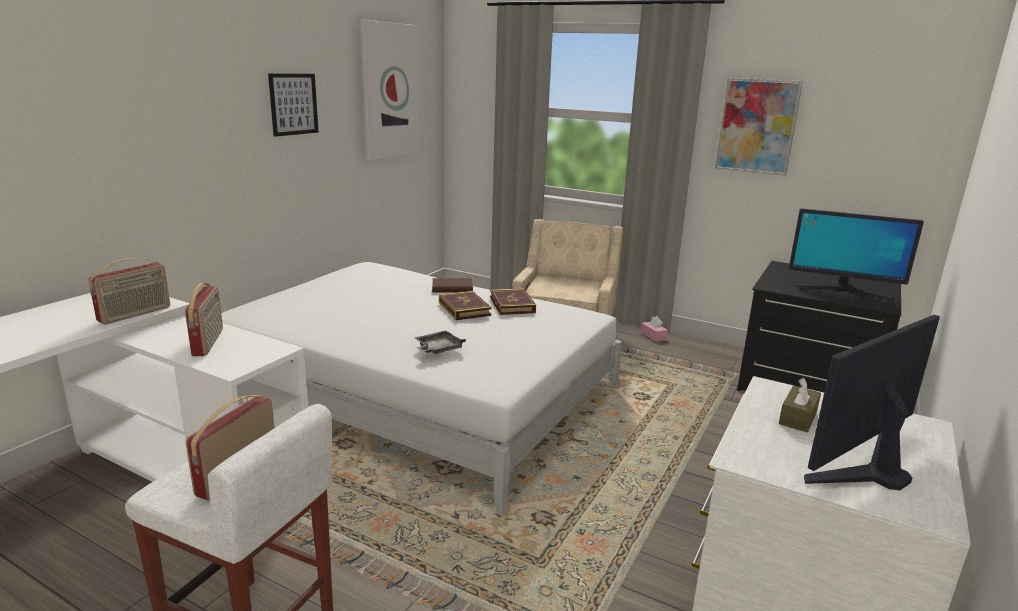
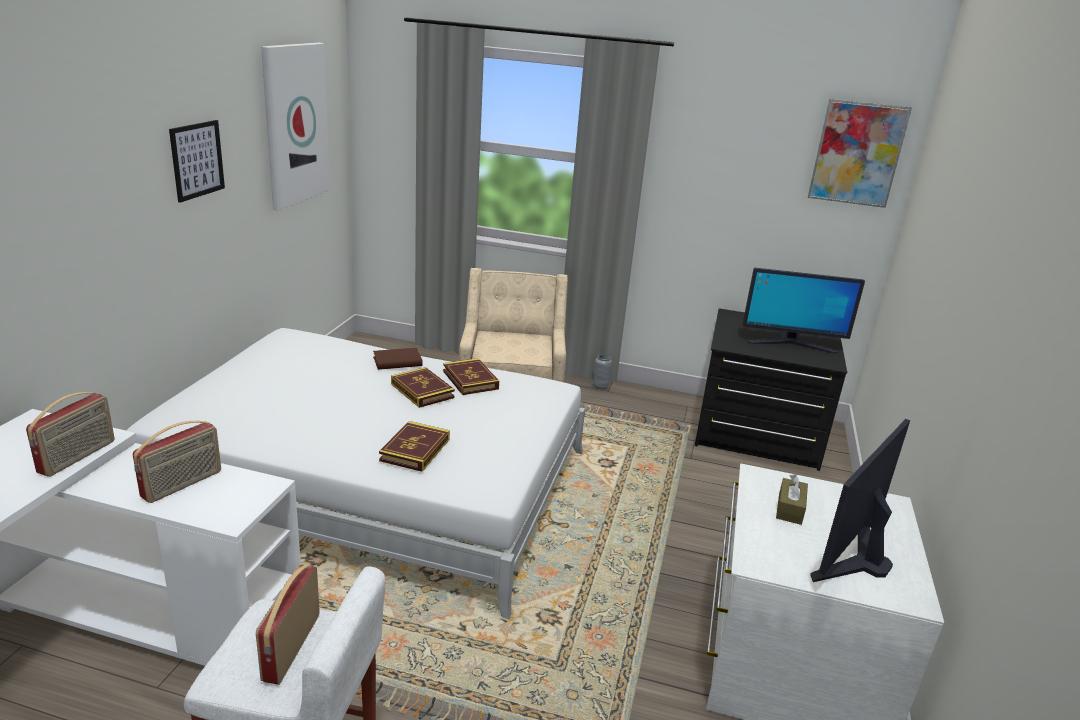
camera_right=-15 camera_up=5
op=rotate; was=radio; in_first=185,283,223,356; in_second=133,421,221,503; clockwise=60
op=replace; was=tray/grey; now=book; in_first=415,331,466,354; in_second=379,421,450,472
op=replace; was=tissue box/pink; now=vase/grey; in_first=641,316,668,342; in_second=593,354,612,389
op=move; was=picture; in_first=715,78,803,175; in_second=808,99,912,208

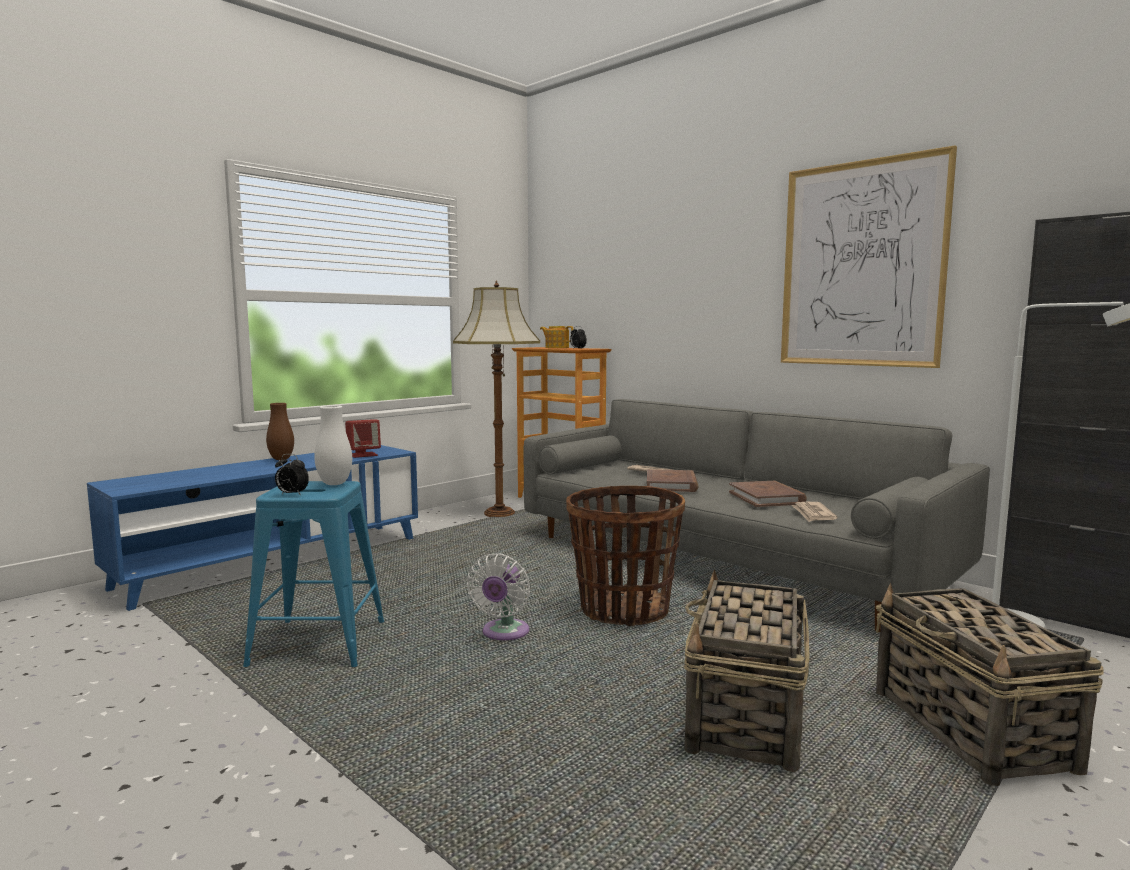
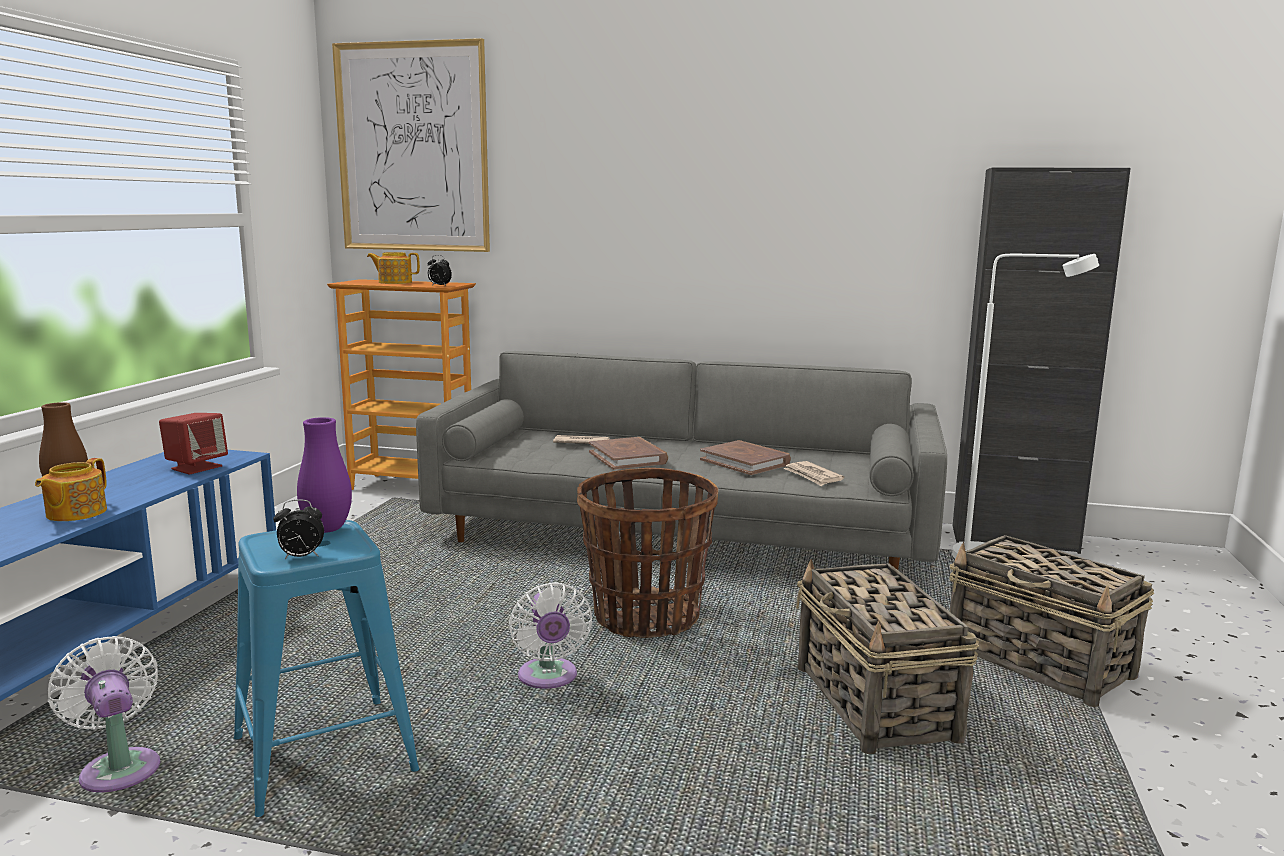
camera_right=-30 camera_up=5
op=insert; now=teapot; in_second=35,458,107,521
op=insert; now=fan/white; in_second=48,636,160,792
op=recolor; was=vase/white; now=vase/purple; in_first=314,405,352,485; in_second=297,417,352,533
op=move; was=picture; in_first=781,146,957,368; in_second=332,38,490,252
op=delete; was=floor lamp; in_first=453,280,540,517

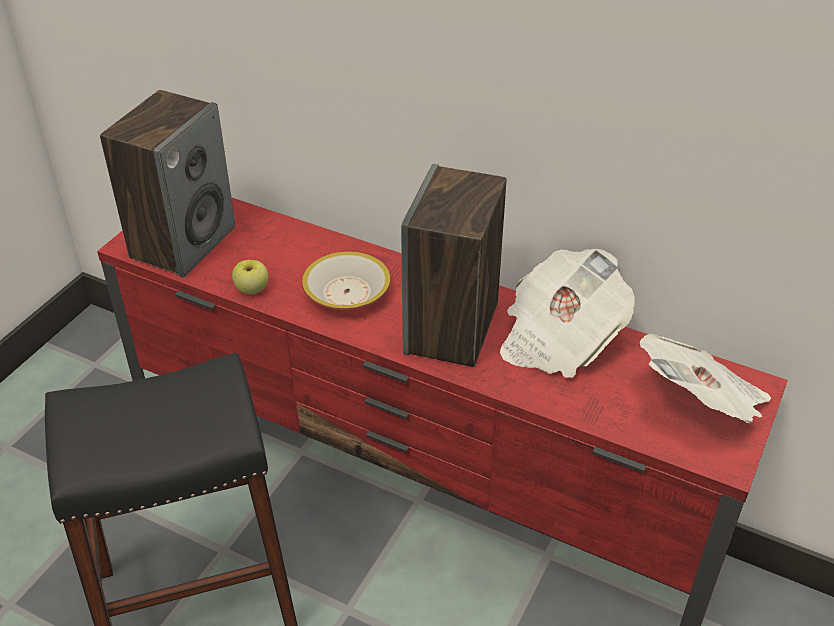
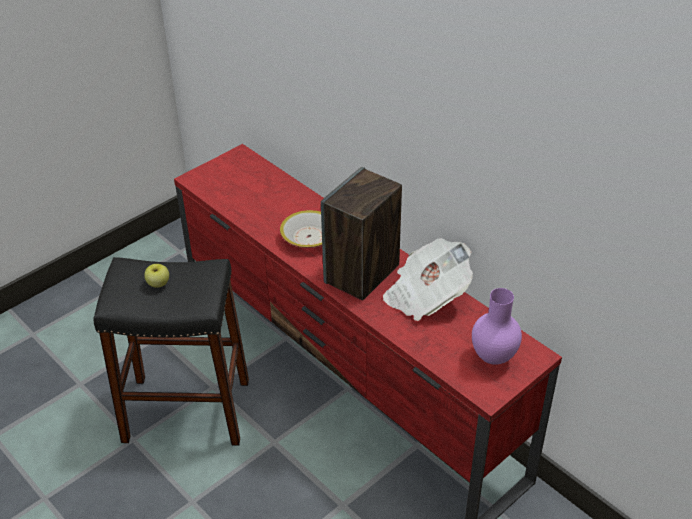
camera_right=20 camera_up=0
op=move; was=apple; in_first=232,260,268,294; in_second=144,264,169,288
op=replace; was=newspaper; now=vase/purple; in_first=640,334,771,423; in_second=472,288,522,365
op=delete; was=speaker; in_first=100,90,235,277

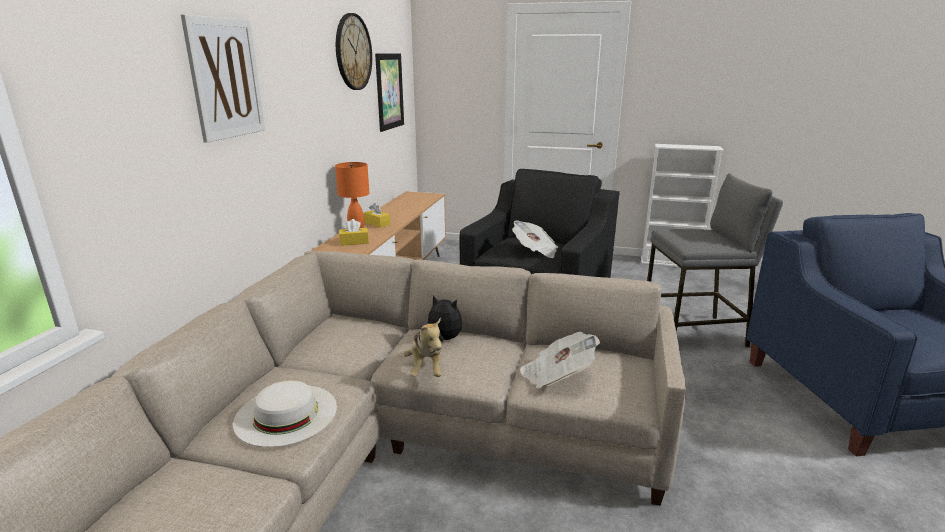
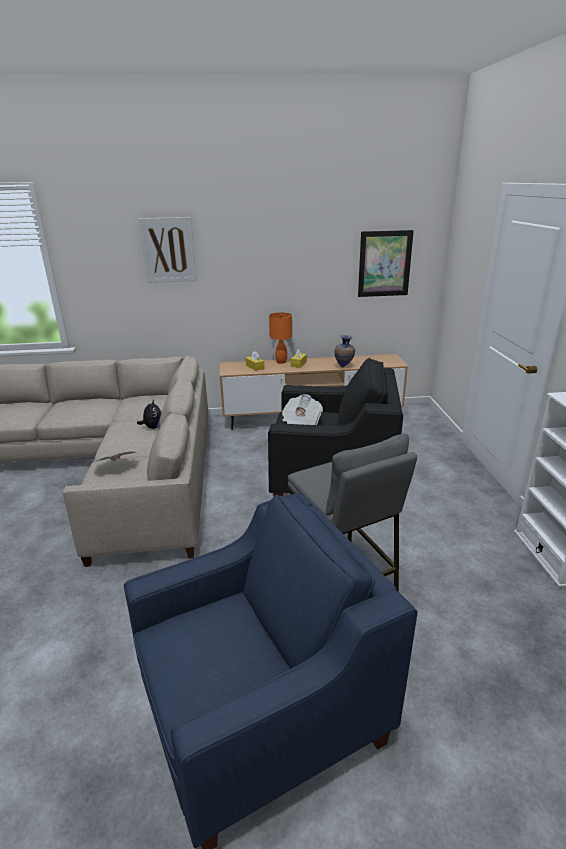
camera_right=70 camera_up=5
op=insert; now=vase; in_second=335,335,355,367
op=delete; was=hat/white; in_first=233,380,337,447
op=delete; was=wall clock; in_first=336,13,372,90
op=delete; was=plush toy; in_first=403,318,442,377

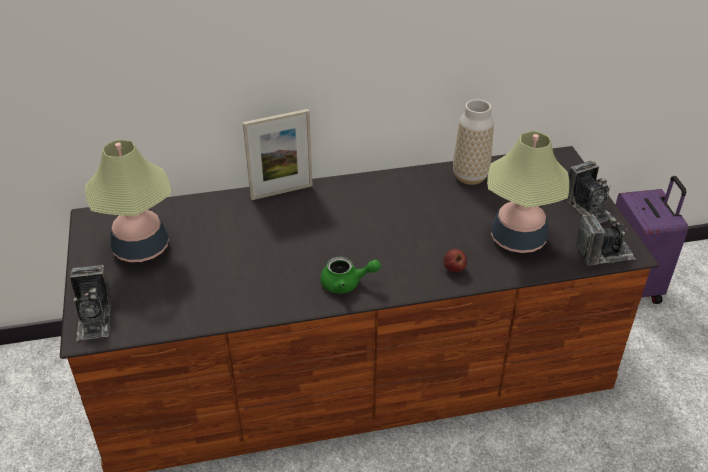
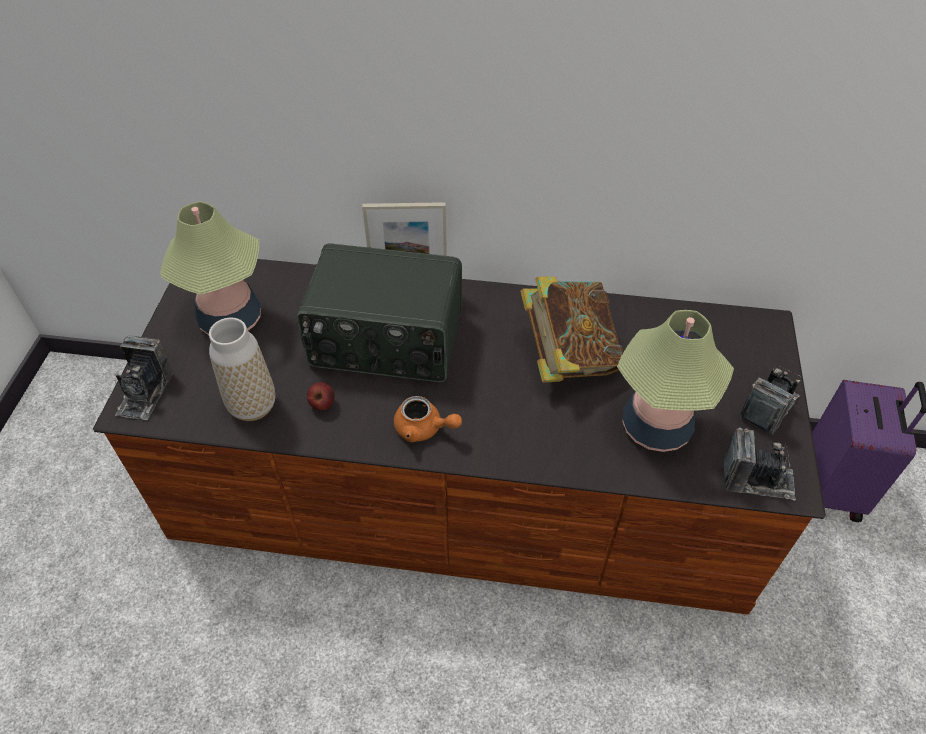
camera_right=20 camera_up=10
op=move; was=vase; in_first=453,99,494,185; in_second=209,318,275,421
op=insert; now=radio; in_second=296,244,462,382
op=move; was=apple; in_first=444,249,467,272; in_second=307,382,335,410
op=recolor; was=teapot/green; now=teapot/orange; in_first=320,257,381,294; in_second=394,396,462,442
op=insert; now=book; in_second=520,276,623,383
op=rotate; was=photo camera; in_first=564,161,615,223; in_second=740,366,802,435; clockwise=-135

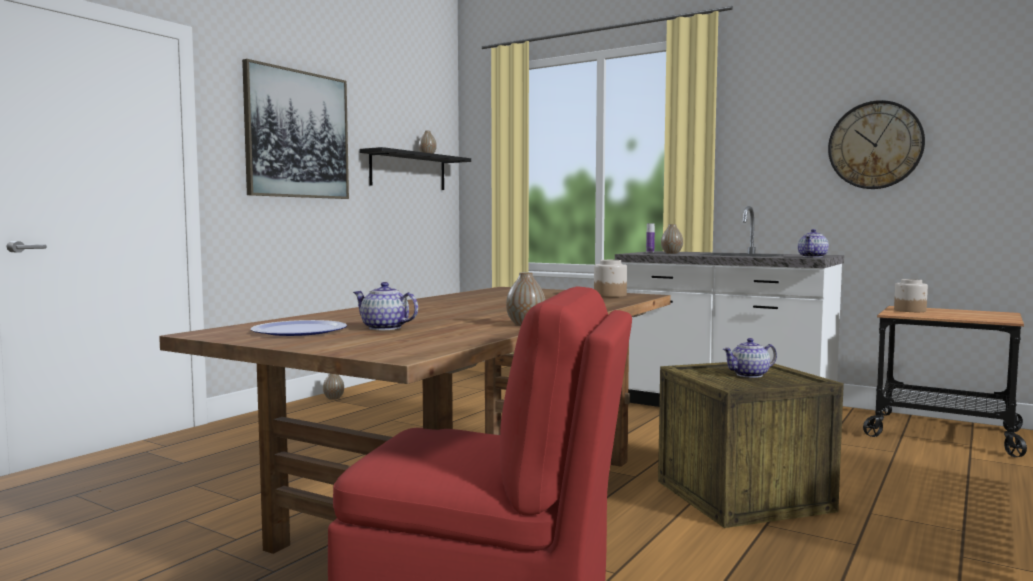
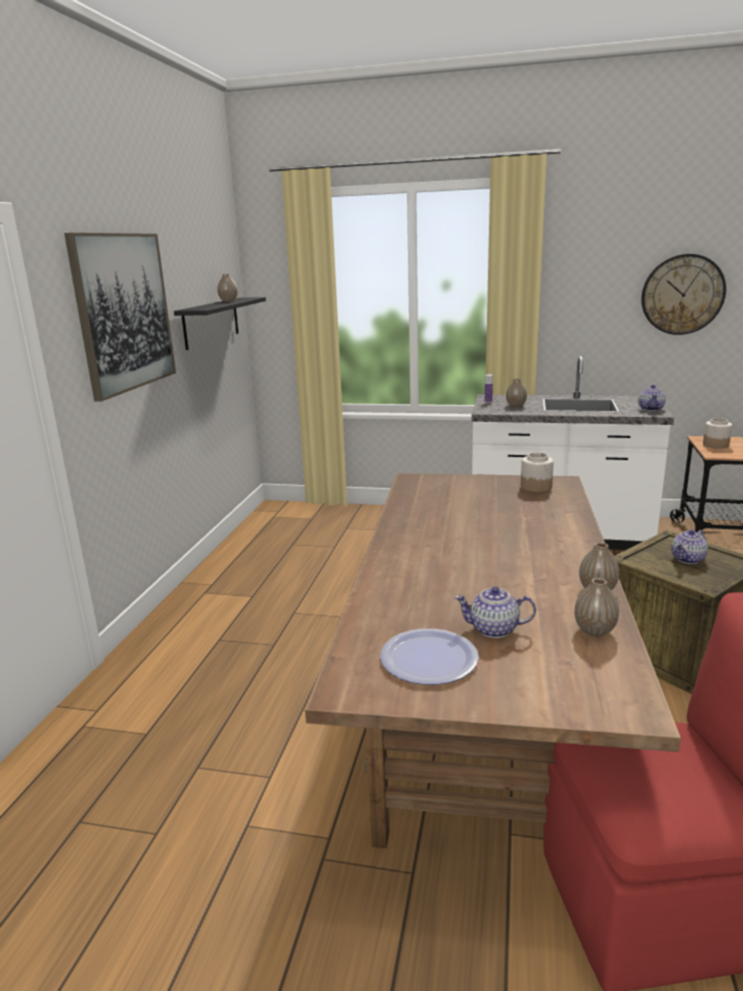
camera_right=-20 camera_up=15
op=move; was=vase; in_first=323,373,344,400; in_second=574,578,619,637

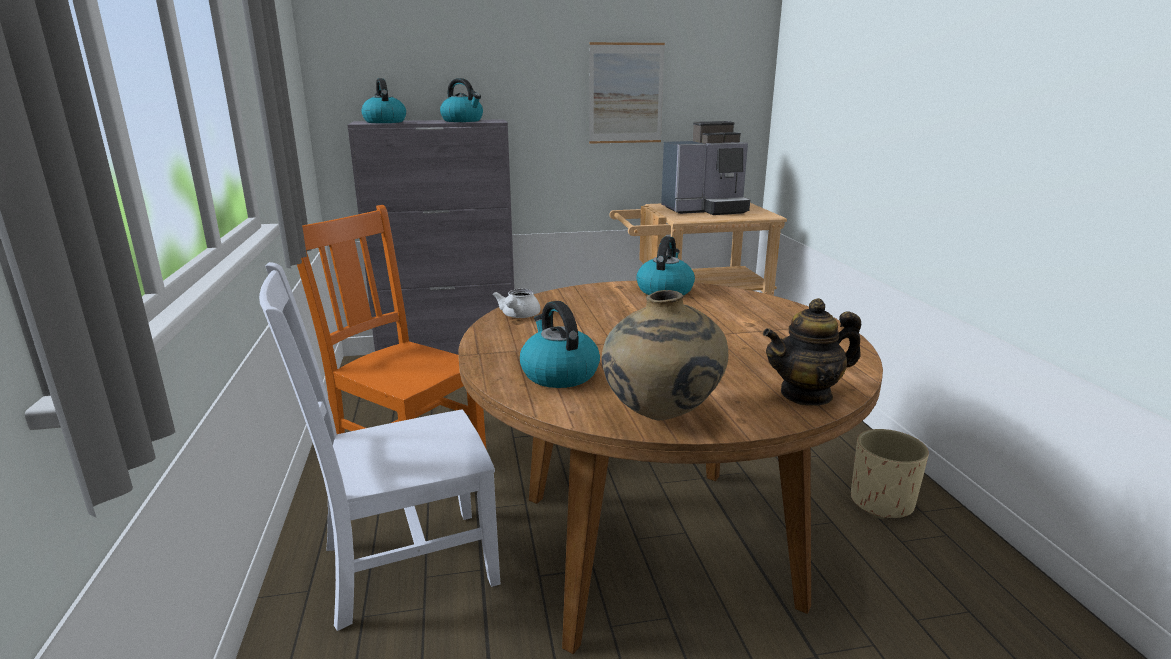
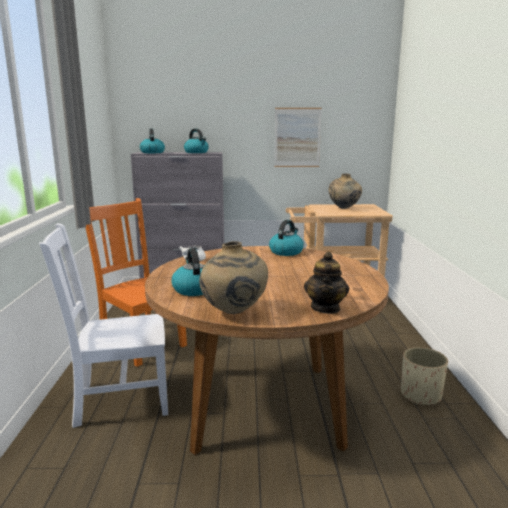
camera_right=10 camera_up=-5
op=rotate; was=teapot; in_first=763,298,861,406; in_second=304,252,349,314; clockwise=-75
op=replace; was=coffee machine; now=vase/beige; in_first=661,121,750,215; in_second=329,174,362,209

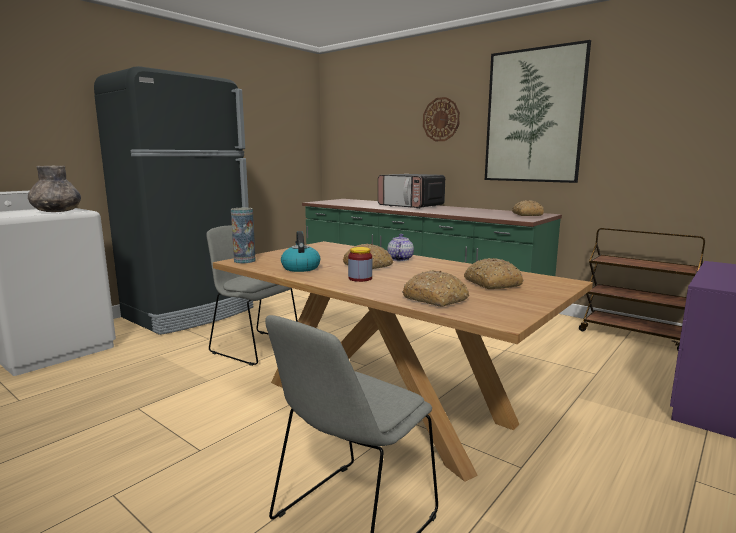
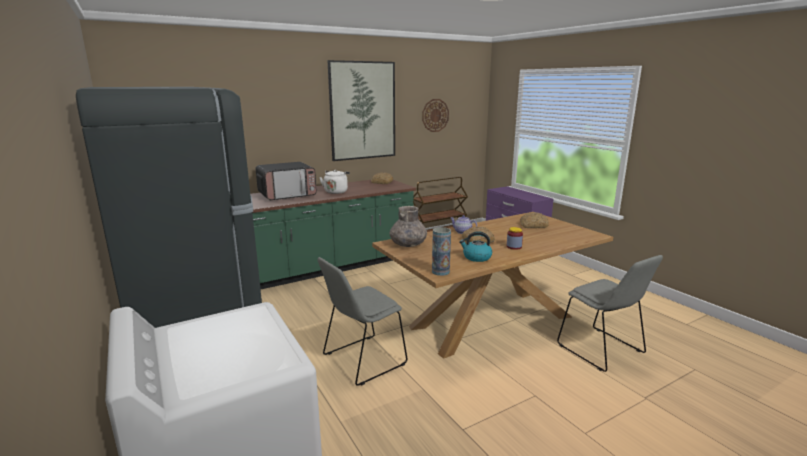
camera_right=-70 camera_up=5
op=insert; now=kettle/white; in_second=319,170,350,194
op=move; was=vase/grey; in_first=28,166,81,212; in_second=389,206,427,247
op=move; was=wall clock; in_first=423,97,460,141; in_second=422,99,449,132
op=delete; was=bread; in_first=402,270,469,307

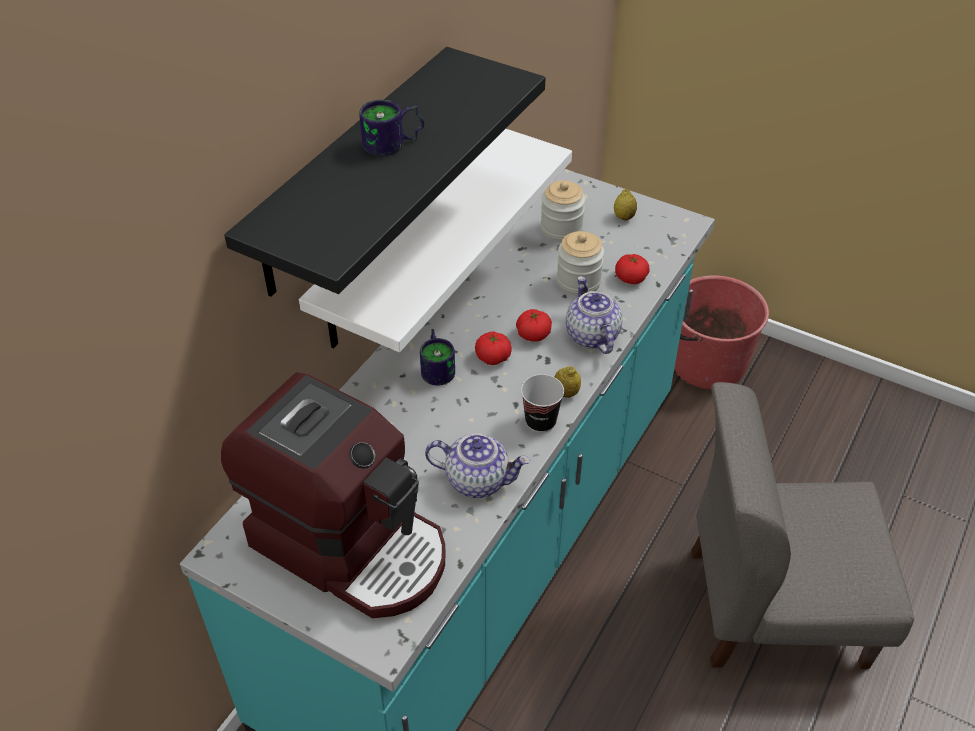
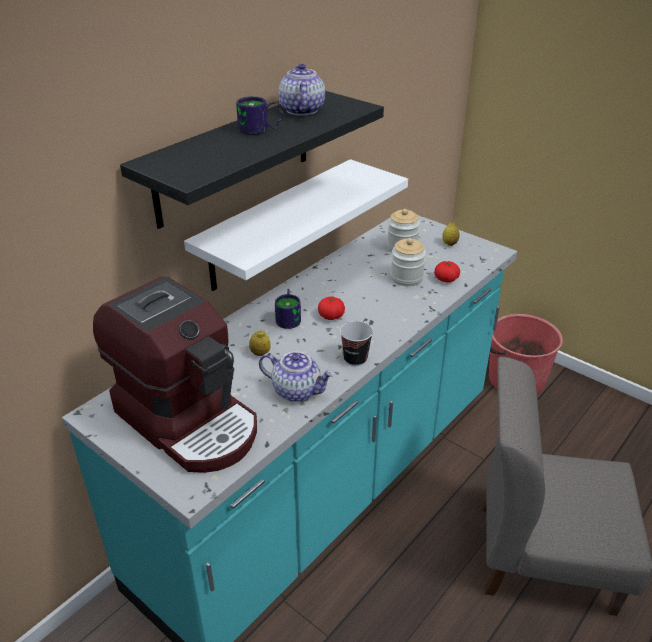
camera_right=10 camera_up=-10
op=move; was=lemon; in_first=555,366,581,398; in_second=249,330,271,356
op=move; was=teapot; in_first=566,276,623,354; in_second=278,64,325,116
op=delete; was=tomato; in_first=516,309,552,342

